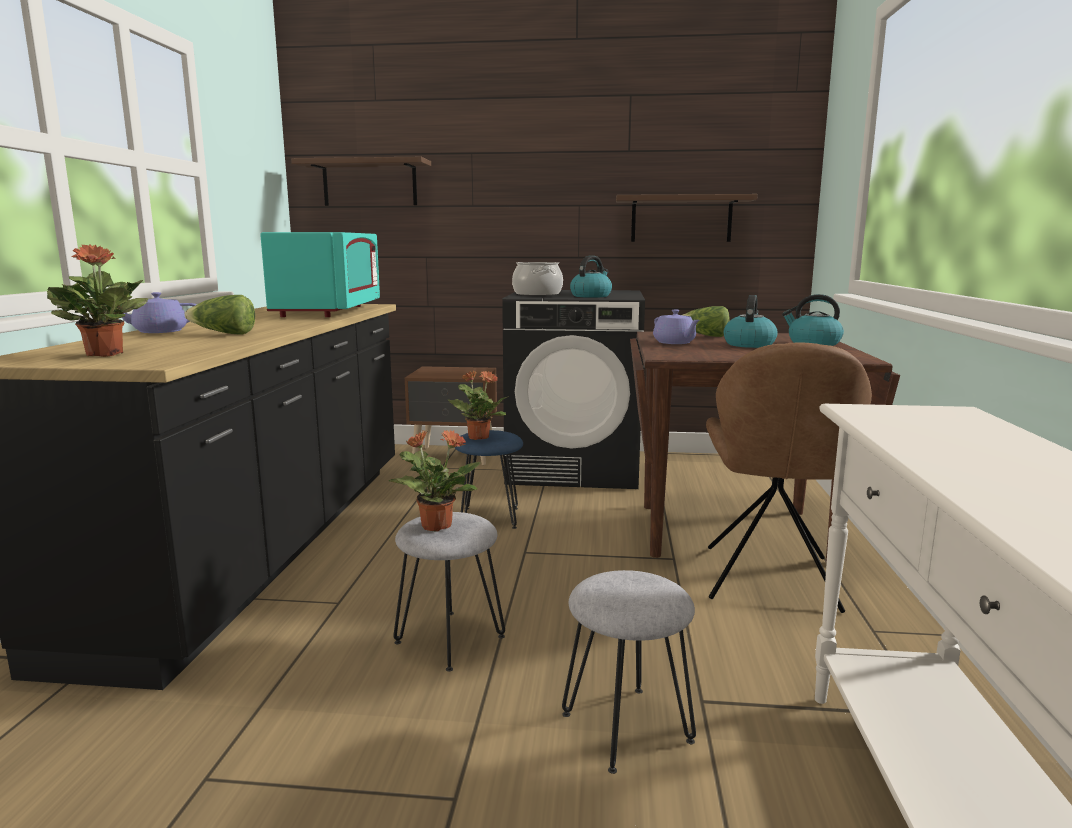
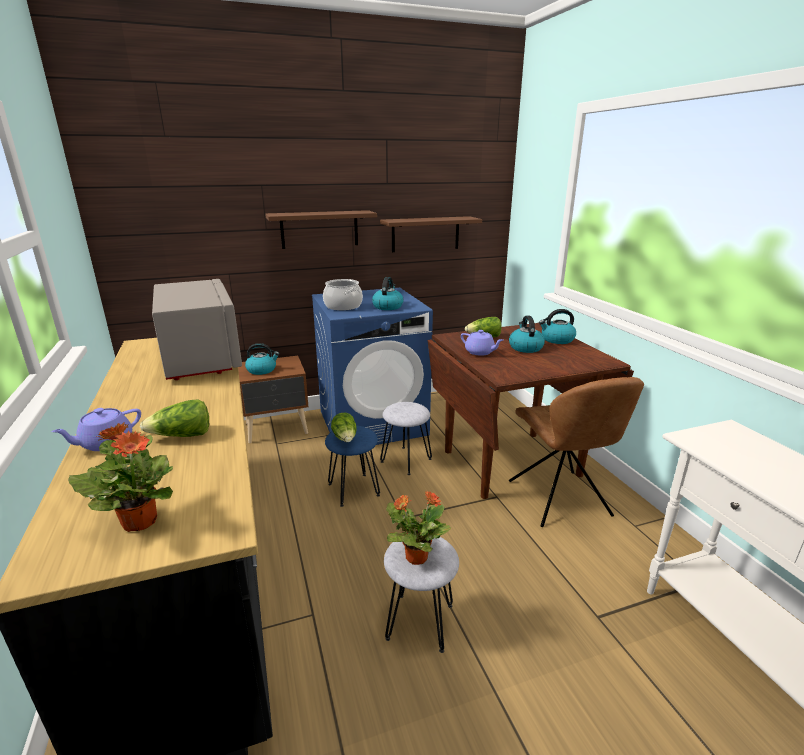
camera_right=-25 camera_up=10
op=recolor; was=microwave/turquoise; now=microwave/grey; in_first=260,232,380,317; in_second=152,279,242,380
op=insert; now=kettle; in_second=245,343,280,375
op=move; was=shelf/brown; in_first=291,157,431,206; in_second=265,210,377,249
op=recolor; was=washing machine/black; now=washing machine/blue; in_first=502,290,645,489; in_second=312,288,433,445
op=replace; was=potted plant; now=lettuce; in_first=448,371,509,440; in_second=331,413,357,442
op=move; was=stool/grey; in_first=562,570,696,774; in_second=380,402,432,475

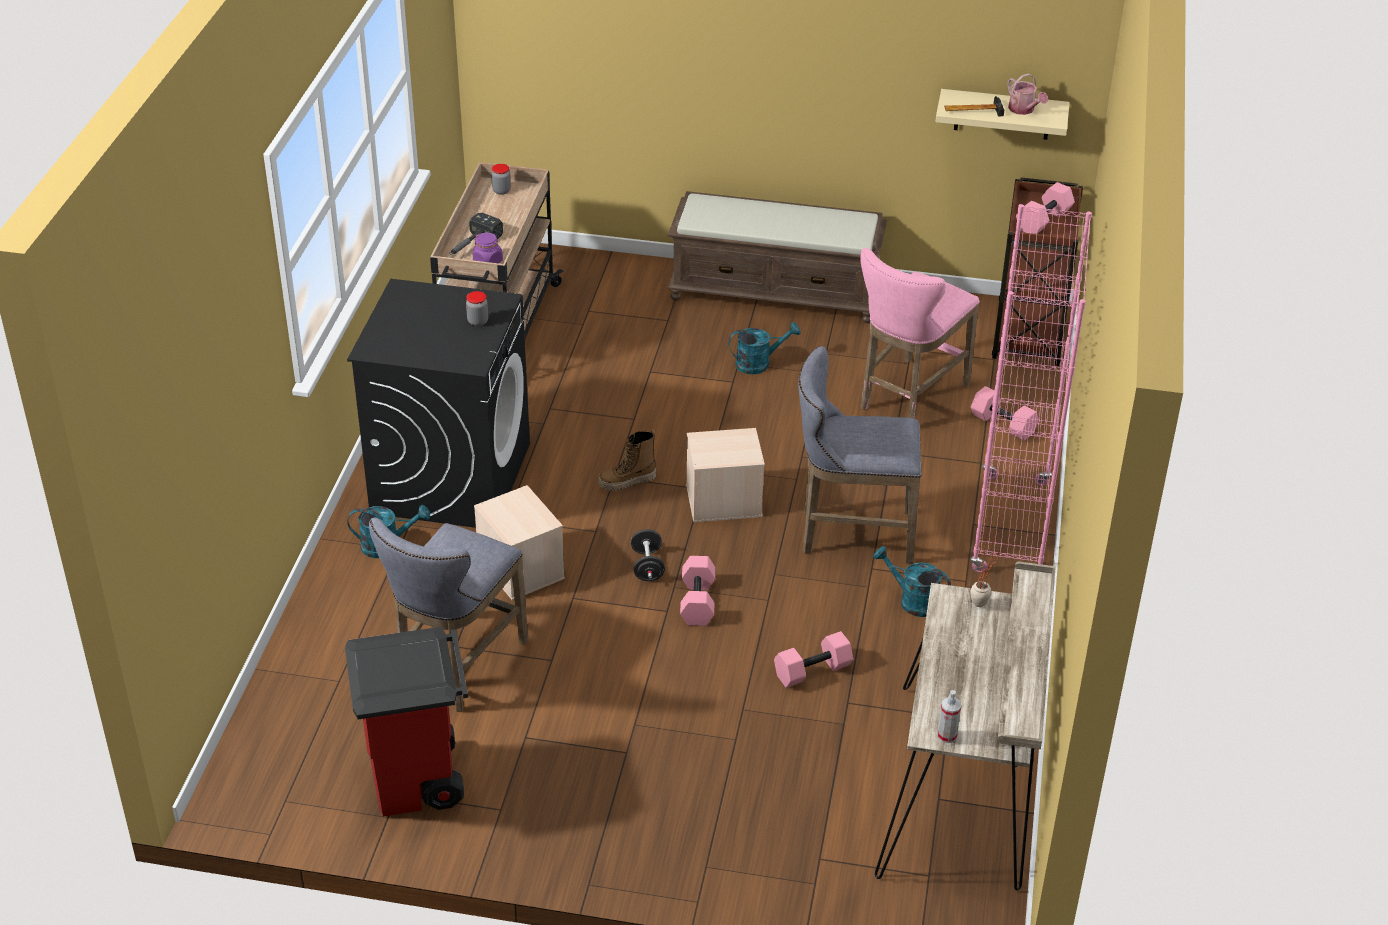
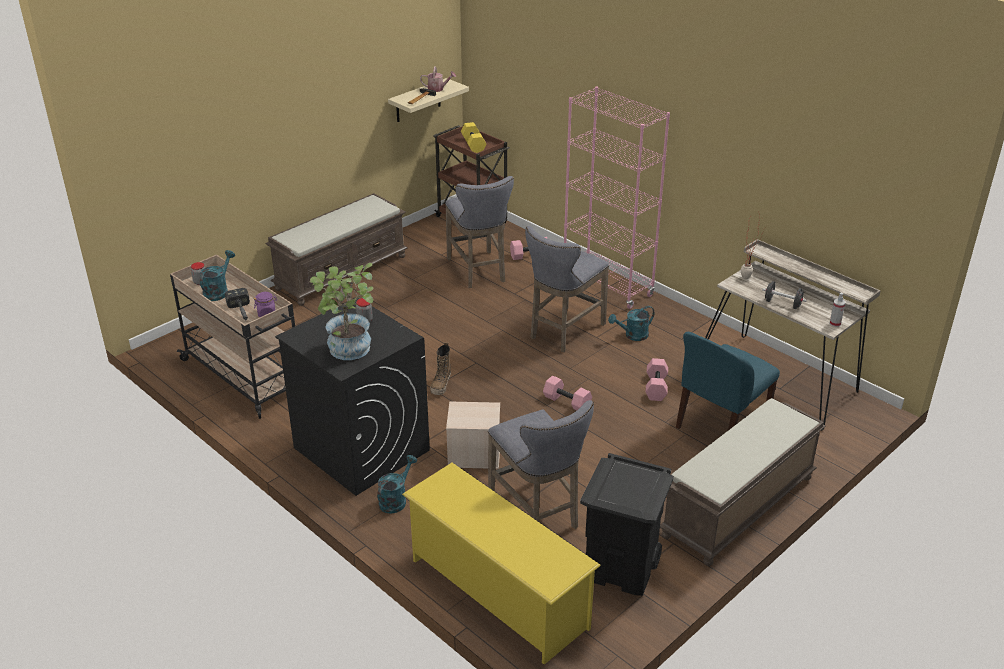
camera_right=-55 camera_up=-5
op=move; was=watering can/turquoise; in_first=728,322,800,374; in_second=200,250,235,301
op=insert; now=potted plant; in_second=310,263,373,360
op=insert; now=shoe rack/yellow; in_second=402,463,601,665
op=recolor; was=stool/pink; now=stool/grey; in_first=860,248,980,419; in_second=445,176,514,288
op=recolor; was=dumbbell/pink; now=dumbbell/yellow; in_first=1016,182,1075,234; in_second=461,122,487,153
op=recolor; was=trash can/red; now=trash can/black; in_first=345,627,468,817; in_second=580,453,674,596
op=insert; now=bench/brown; in_second=660,398,825,566
op=insert; now=chair/blue; in_second=676,332,780,430
op=move; was=dumbbell/black; in_first=631,529,665,581; in_second=762,281,807,309
op=delete; was=storage box/beige; in_first=686,428,765,522

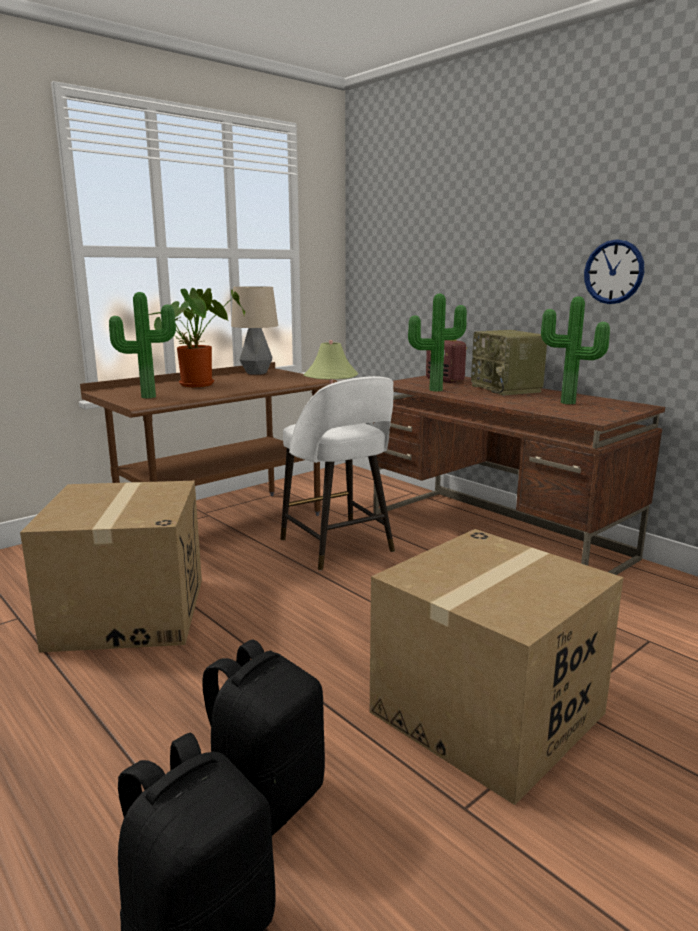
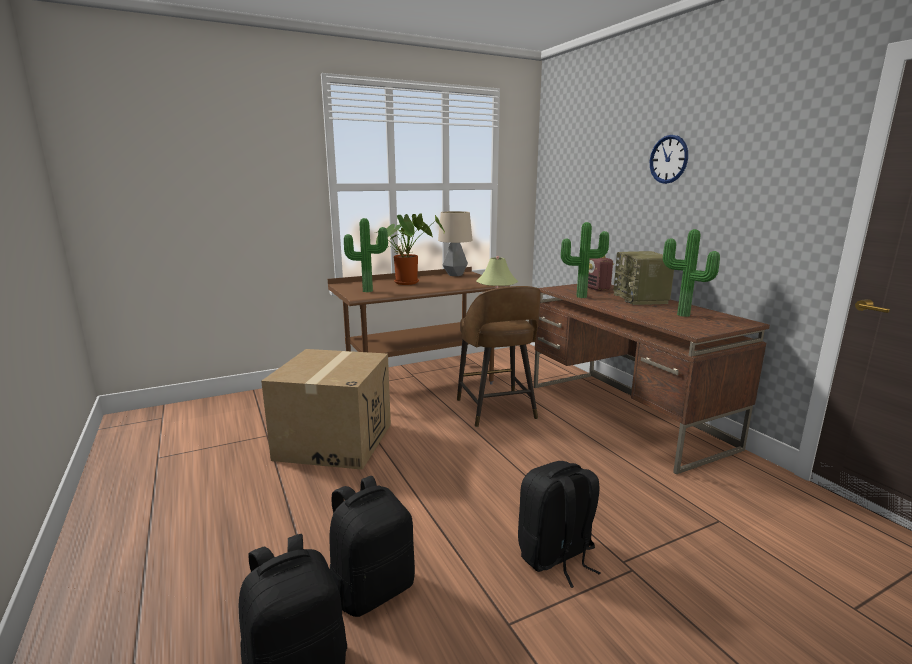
camera_right=15 camera_up=0
op=recolor; was=stool/white; now=stool/brown; in_first=281,376,395,570; in_second=457,286,541,427
op=replace; was=cardboard box; now=backpack/black; in_first=370,529,624,805; in_second=518,461,601,588
op=move; was=wall clock; in_first=584,239,644,304; in_second=650,135,688,184

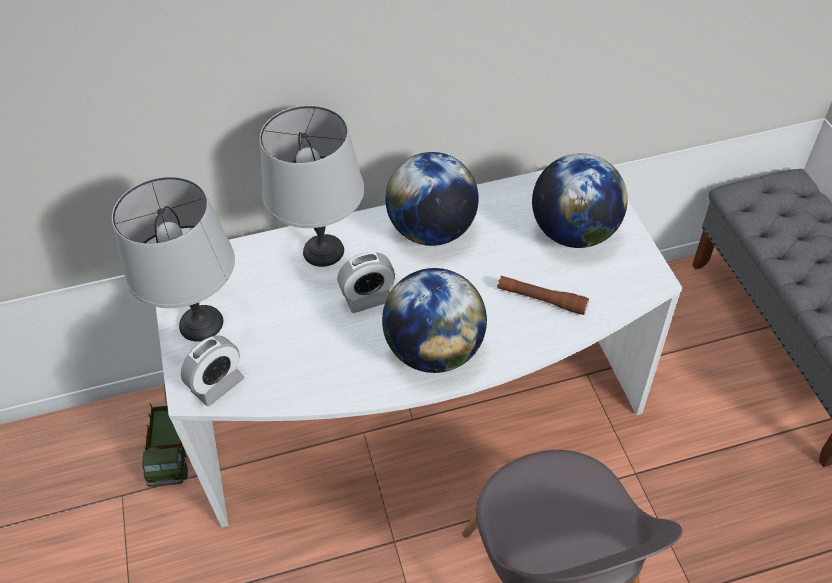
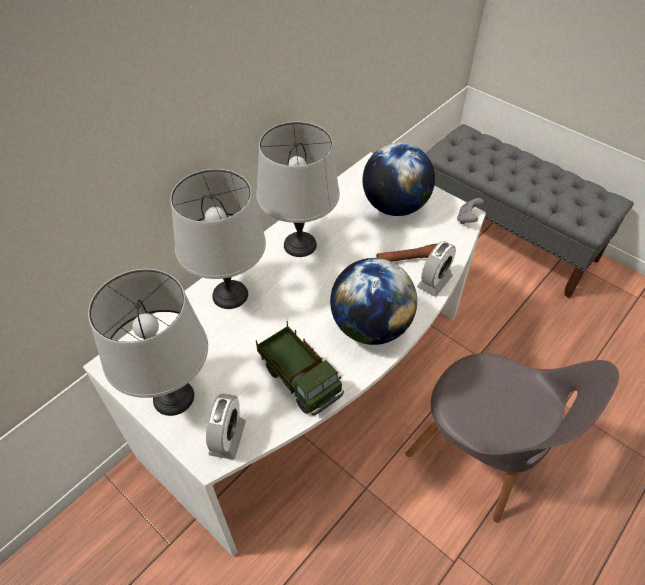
camera_right=-35 camera_up=0
op=replace; was=globe; now=table lamp/grey; in_first=385,152,479,246; in_second=256,122,340,257
op=move; was=toy truck; in_first=142,403,188,487; in_second=256,321,344,415
op=move; was=alarm clock; in_first=337,252,395,313; in_second=417,241,456,297
op=insert; now=game controller/grey; in_second=457,198,484,224

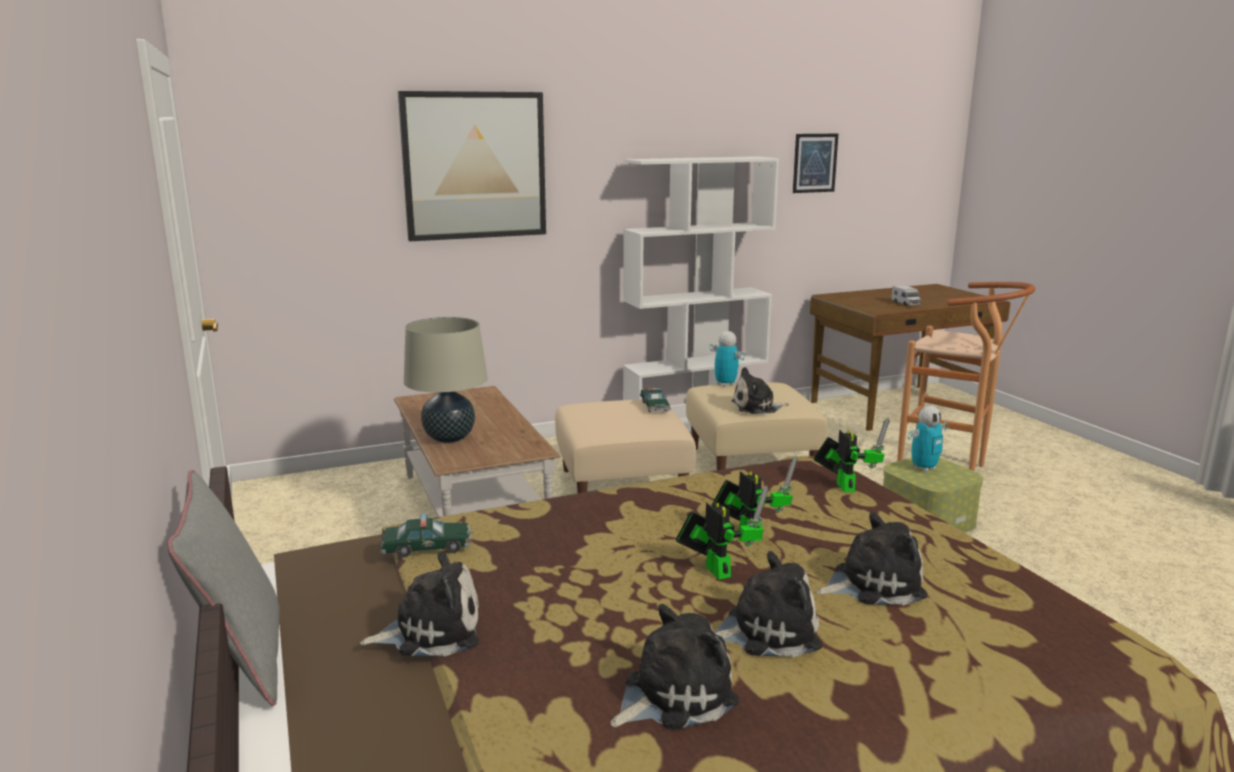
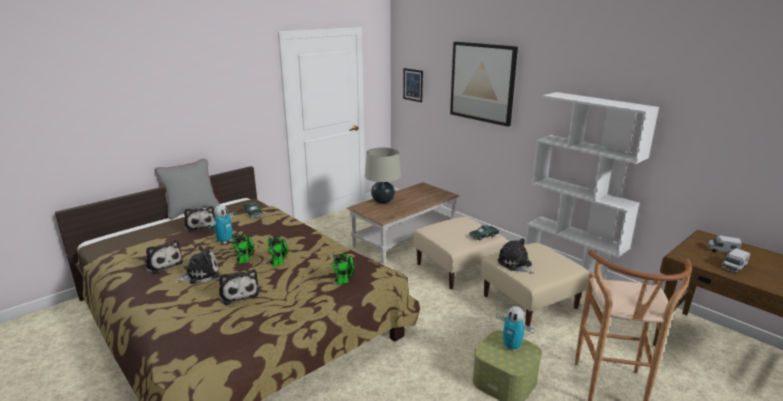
camera_right=70 camera_up=5
op=rotate; was=plush toy; in_first=714,551,823,658; in_second=174,246,220,284; clockwise=-90
op=move; was=toy robot; in_first=710,331,745,387; in_second=208,205,236,244
op=move; was=picture; in_first=793,134,838,193; in_second=403,68,423,102
op=insert; now=toy truck; in_second=707,235,742,253

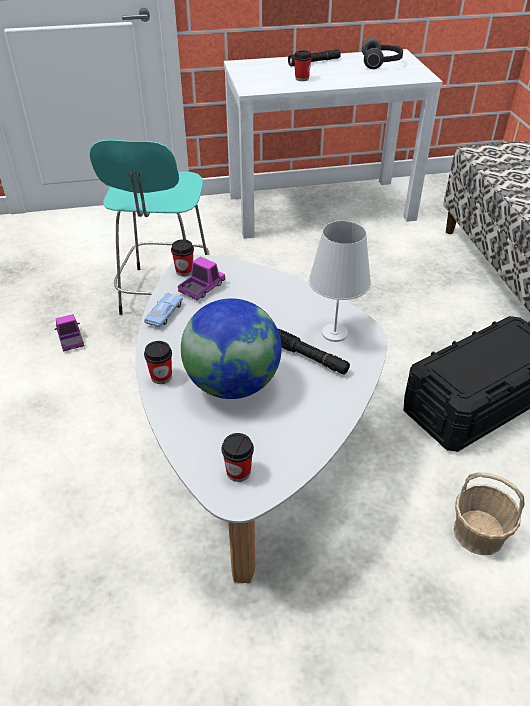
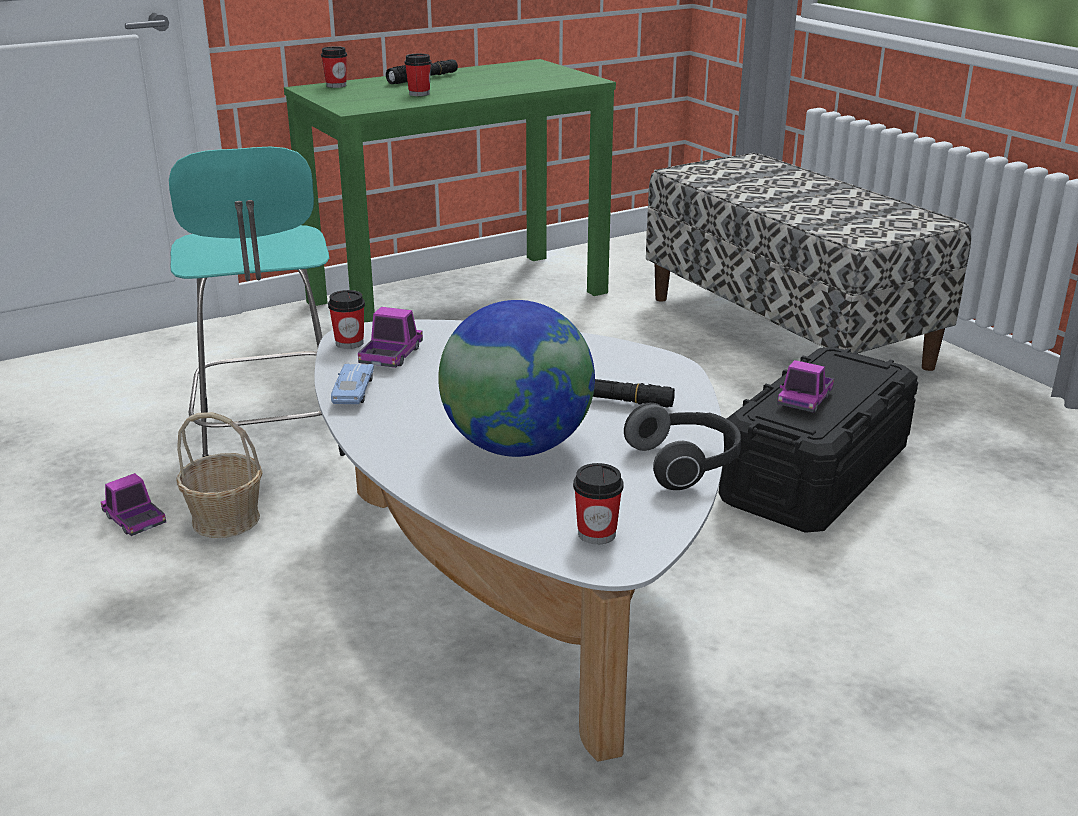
camera_right=-20 camera_up=-15
op=move; was=basket; in_first=454,472,525,555; in_second=176,412,263,538
op=recolor; was=console table/white; now=console table/green; in_first=224,49,443,239; in_second=284,59,616,322
op=move; was=cup; in_first=144,341,172,384; in_second=321,46,347,88
op=move; was=headphones; in_first=362,38,403,69; in_second=624,403,741,490
op=insert; now=toy truck; in_second=777,360,834,413
op=delete; was=table lamp/white; in_first=309,221,371,342

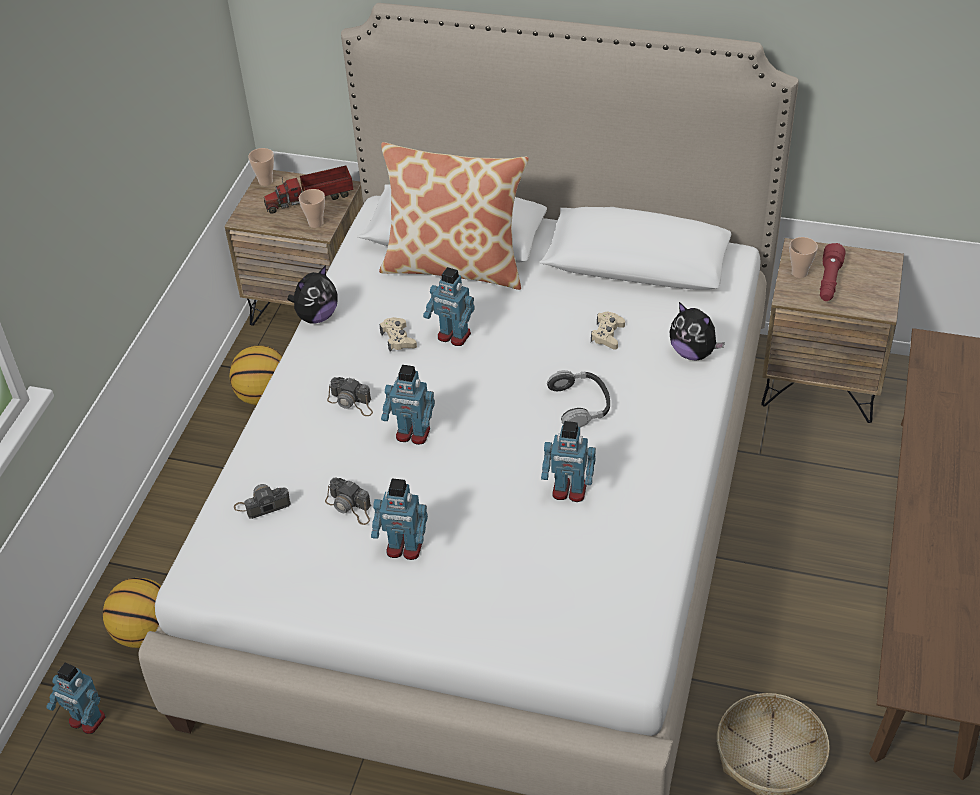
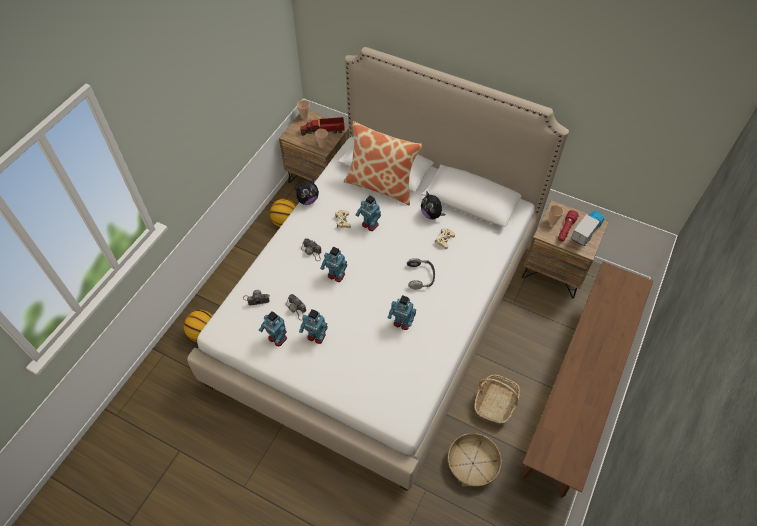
camera_right=10 camera_up=10
op=move; was=toy robot; in_first=46,663,106,734; in_second=259,311,287,346
op=move; was=plush toy; in_first=670,302,725,361; in_second=421,191,445,219
op=insert; now=basket; in_second=474,374,520,424
op=insert; now=toy truck; in_second=571,211,604,246

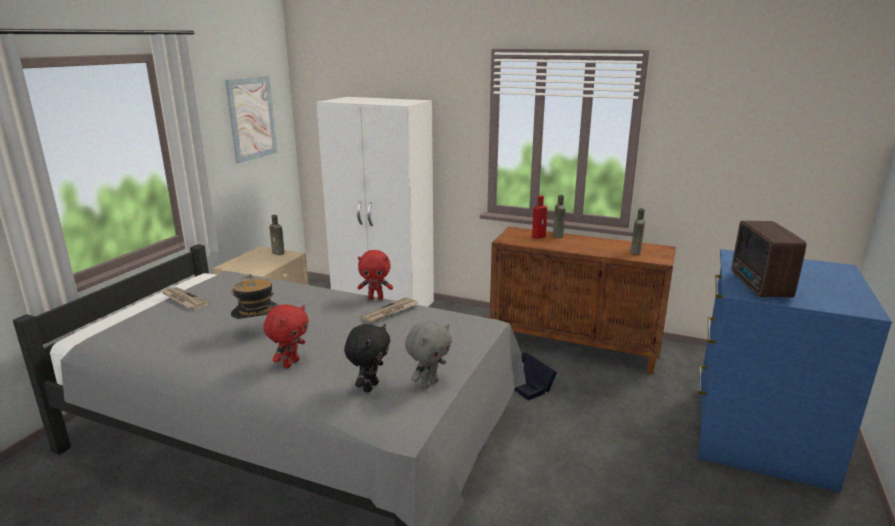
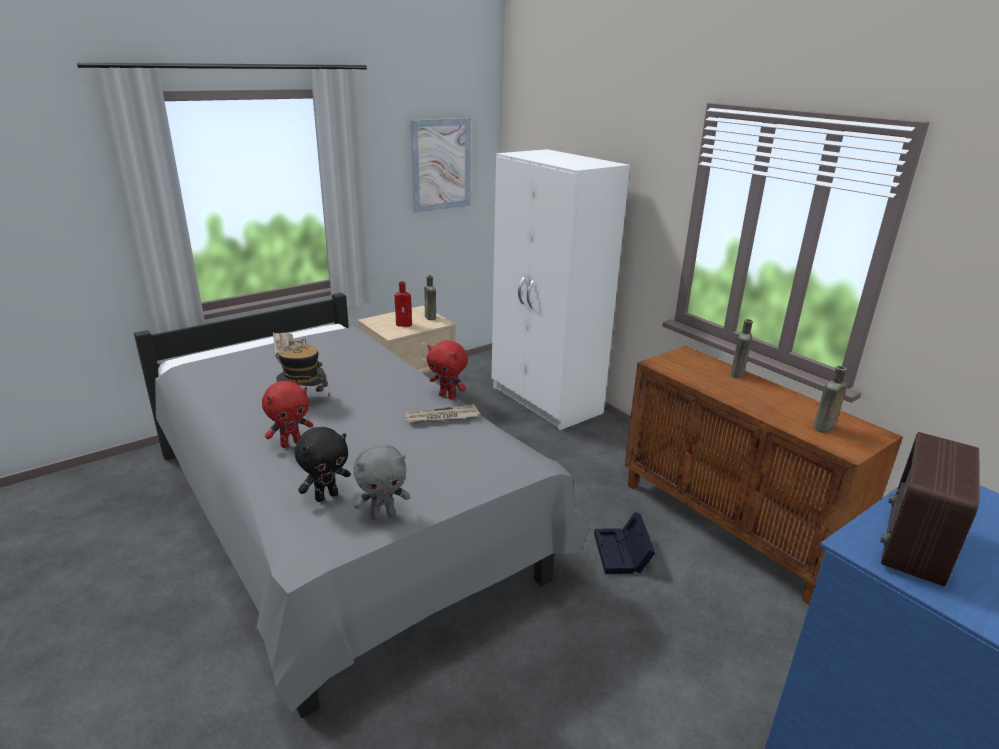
camera_right=30 camera_up=5
op=move; was=bottle/red; in_first=532,196,547,239; in_second=395,282,412,327

